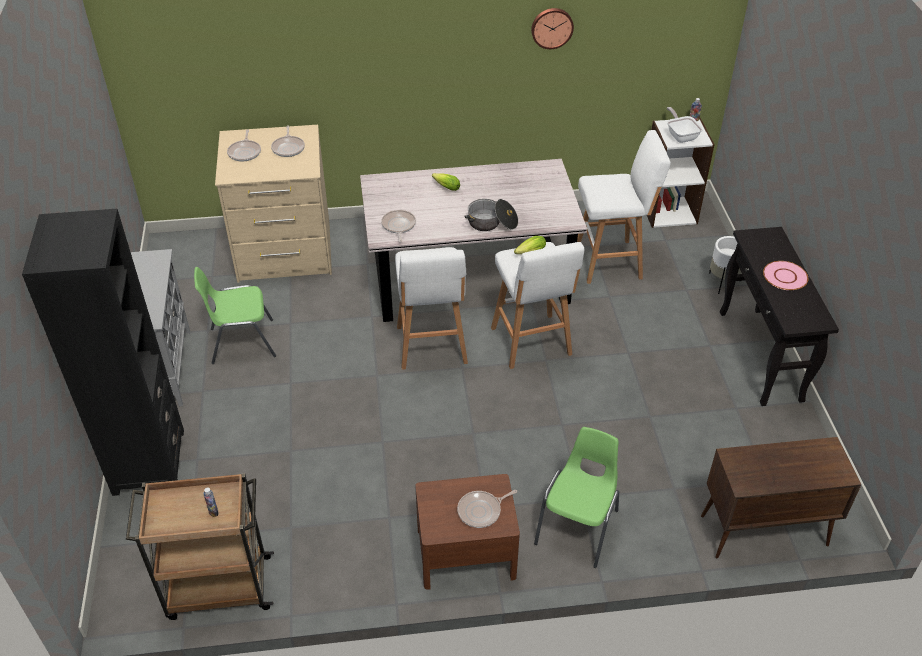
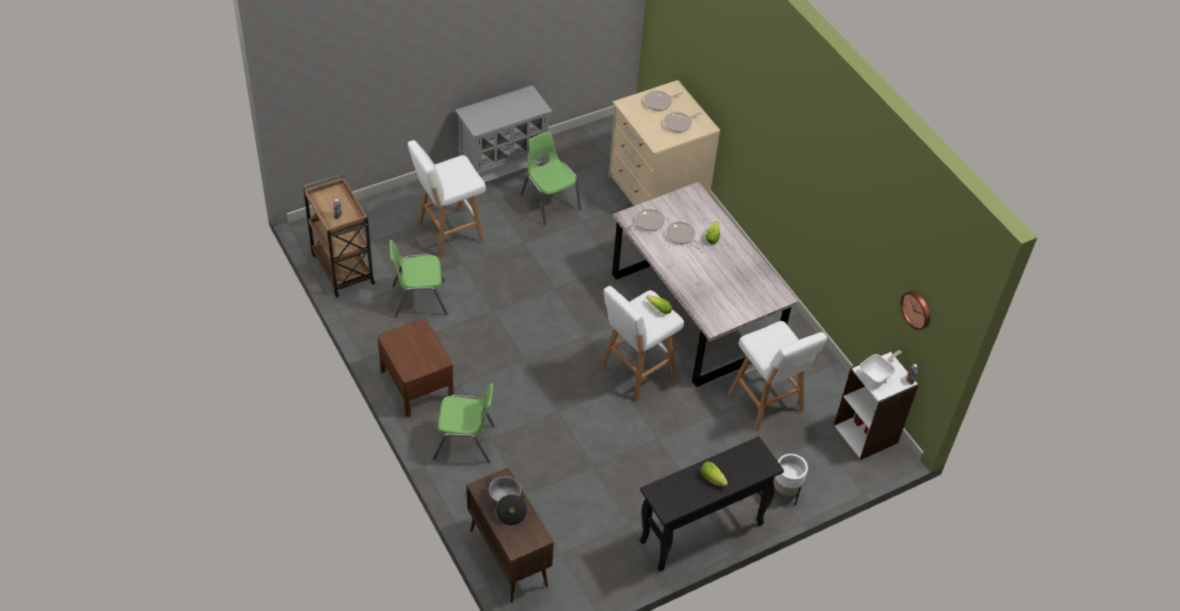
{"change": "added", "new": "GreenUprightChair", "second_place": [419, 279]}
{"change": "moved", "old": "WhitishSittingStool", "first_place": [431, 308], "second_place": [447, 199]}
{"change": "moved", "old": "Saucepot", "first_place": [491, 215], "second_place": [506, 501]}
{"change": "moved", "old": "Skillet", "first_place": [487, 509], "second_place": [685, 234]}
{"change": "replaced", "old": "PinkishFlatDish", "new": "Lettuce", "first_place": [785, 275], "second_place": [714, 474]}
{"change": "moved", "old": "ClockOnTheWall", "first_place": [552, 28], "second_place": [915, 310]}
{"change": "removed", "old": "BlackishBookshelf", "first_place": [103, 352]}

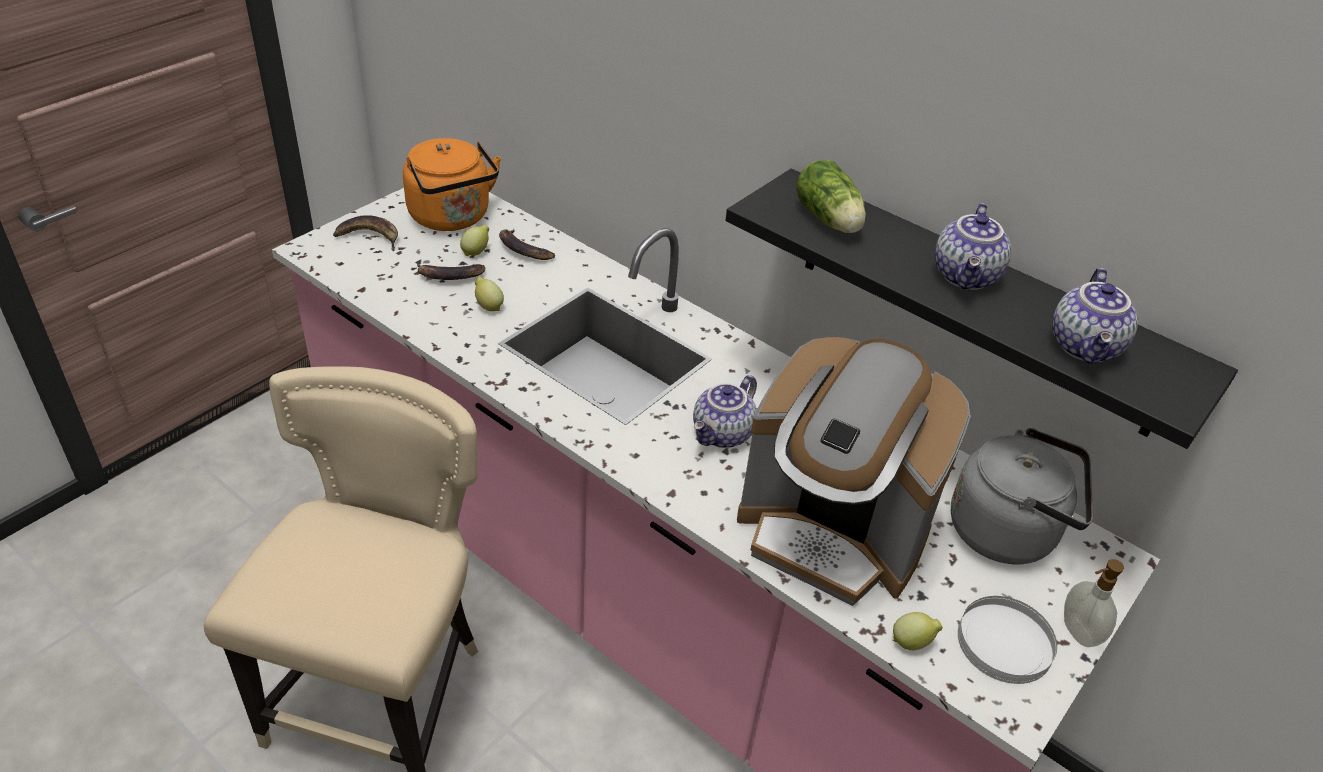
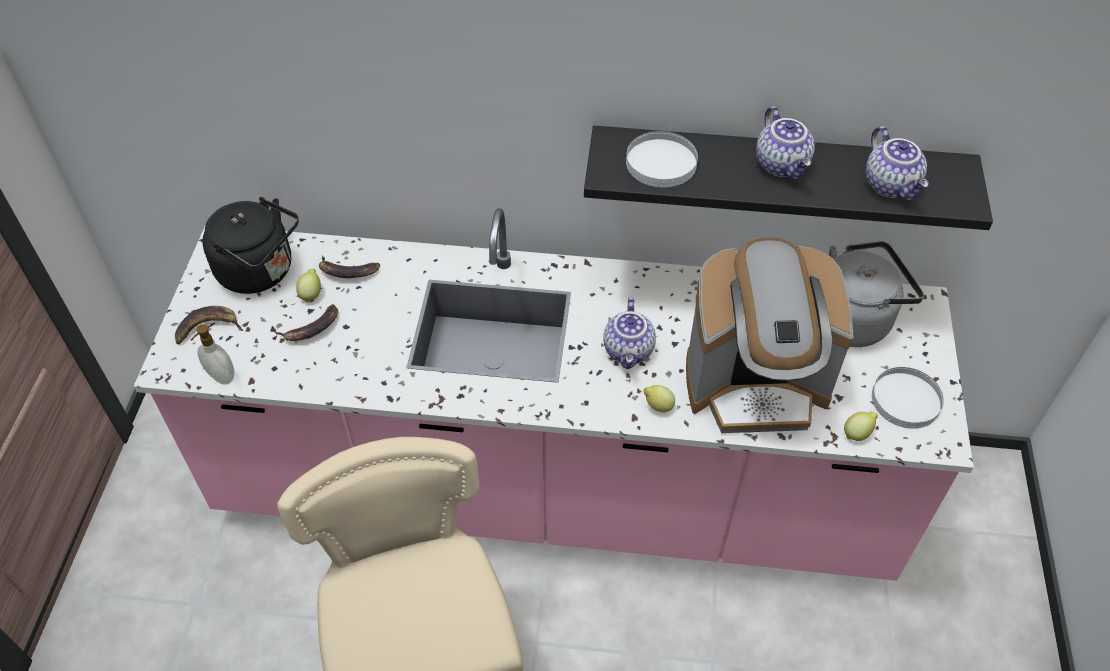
{"change": "moved", "old": "SoapBottle", "first_place": [1094, 603], "second_place": [212, 354]}
{"change": "recoloured", "old": "OrangeyTeaKettle", "new": "BlackishTeaKettle", "first_place": [452, 184], "second_place": [250, 245]}
{"change": "replaced", "old": "Lettuce", "new": "WhitishFlatDish", "first_place": [831, 196], "second_place": [662, 159]}
{"change": "moved", "old": "CitrusFruit", "first_place": [489, 294], "second_place": [659, 398]}

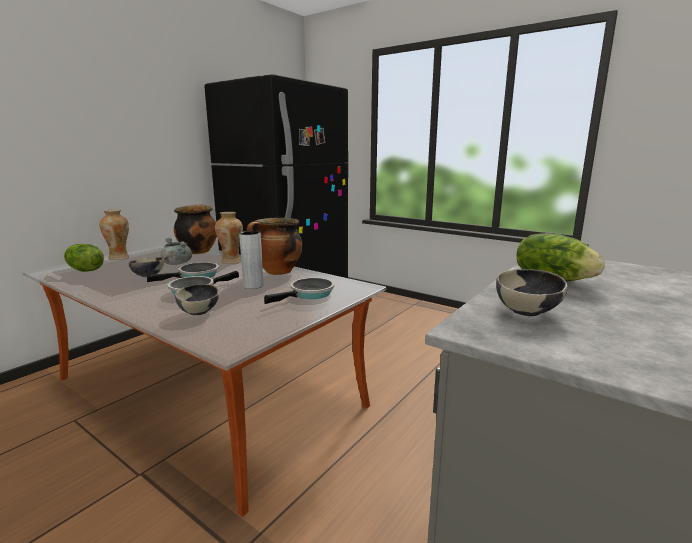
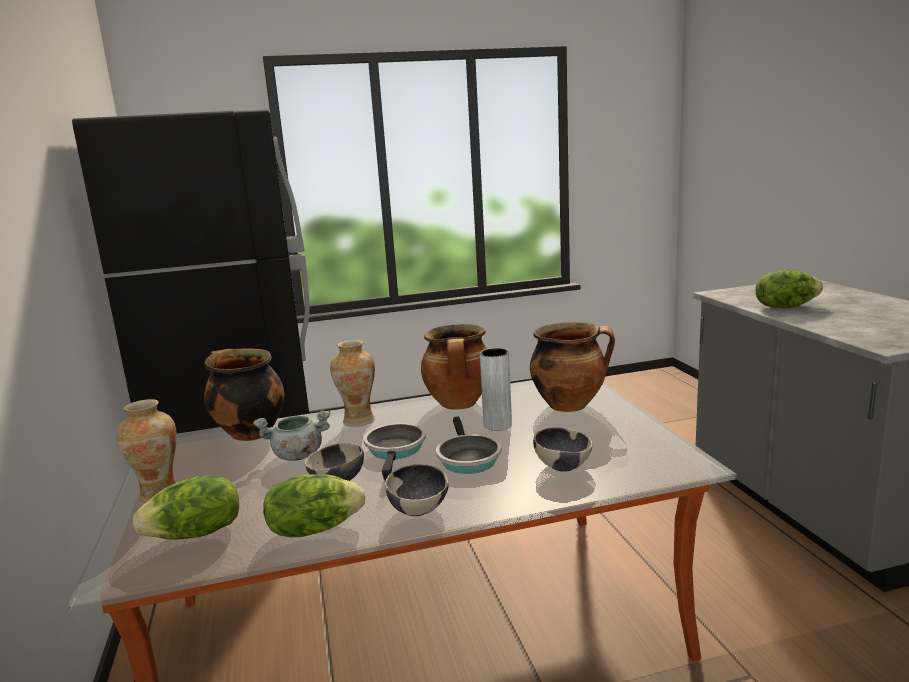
{"change": "added", "new": "Lettuce", "second_place": [314, 505]}
{"change": "moved", "old": "ServingBowl", "first_place": [532, 292], "second_place": [417, 490]}
{"change": "replaced", "old": "Skillet", "new": "Saucepot", "first_place": [299, 290], "second_place": [572, 367]}

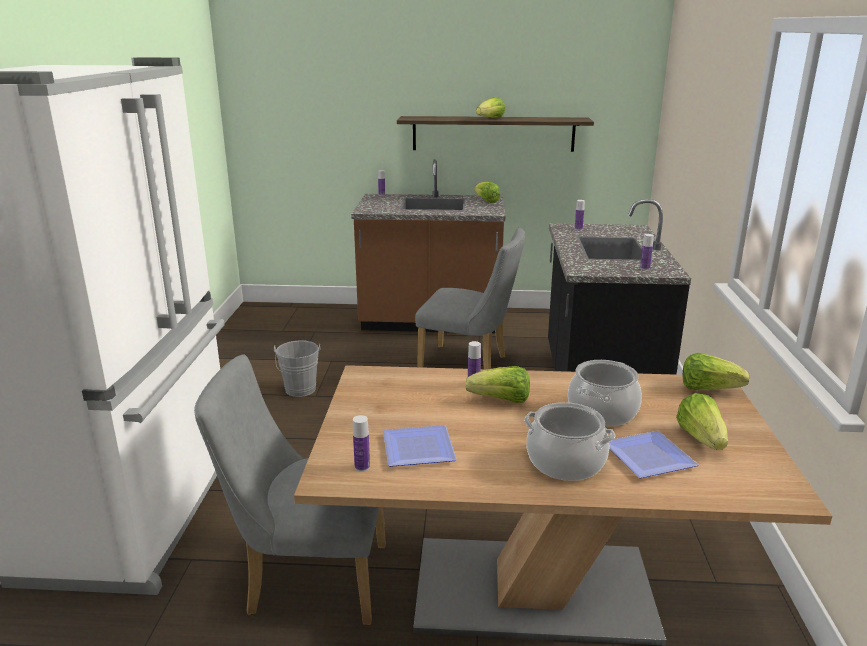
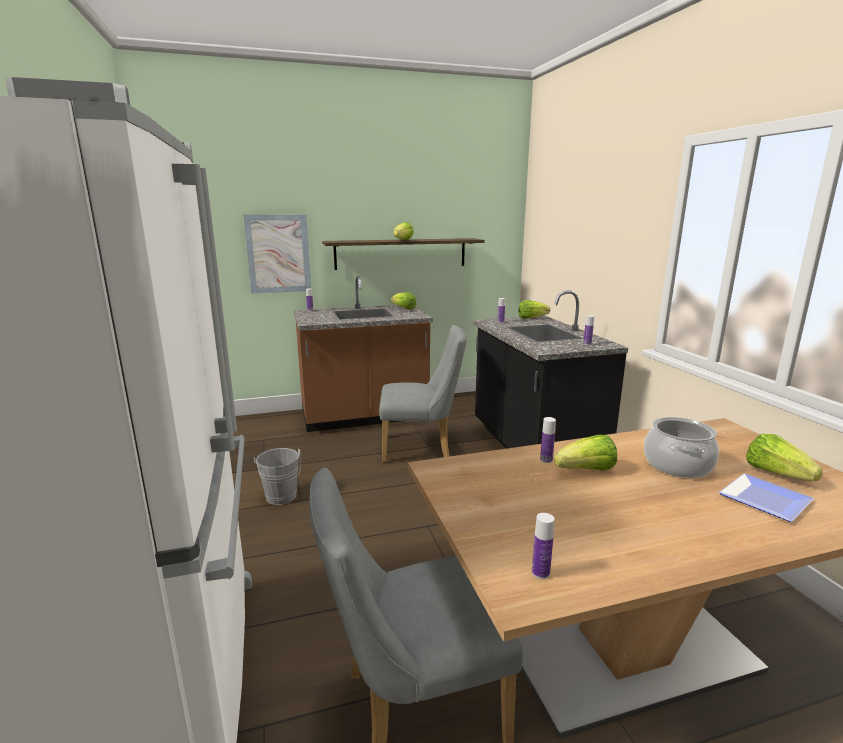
{"change": "added", "new": "Picture", "second_place": [277, 254]}
{"change": "moved", "old": "Lettuce", "first_place": [716, 371], "second_place": [534, 309]}
{"change": "removed", "old": "FlatDish", "first_place": [420, 446]}
{"change": "removed", "old": "Saucepot", "first_place": [569, 441]}

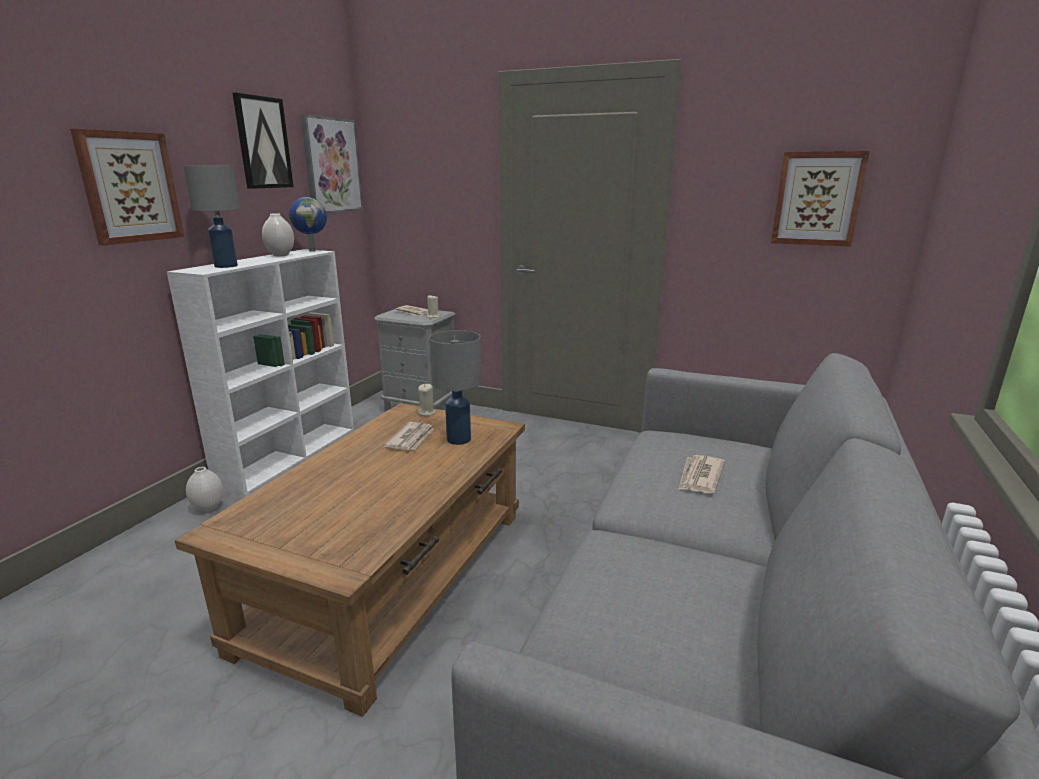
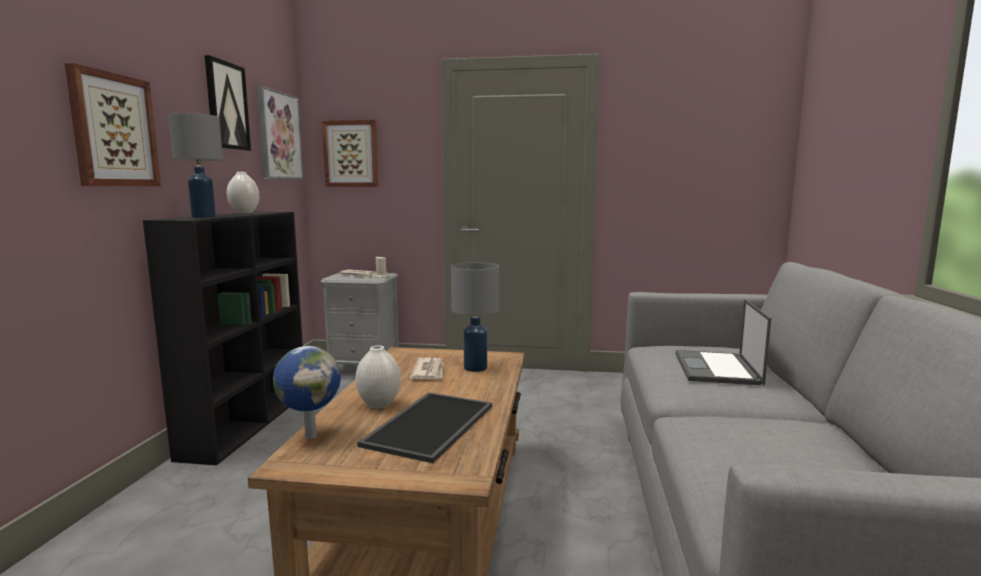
{"change": "recoloured", "old": "WhitishBookshelf", "new": "BlackishBookshelf", "first_place": [260, 372], "second_place": [223, 338]}
{"change": "moved", "old": "WorldGlobe", "first_place": [308, 224], "second_place": [307, 392]}
{"change": "moved", "old": "Picture", "first_place": [820, 199], "second_place": [350, 153]}
{"change": "moved", "old": "WhitishDecorativeVase", "first_place": [204, 489], "second_place": [378, 377]}
{"change": "added", "new": "CarryingTray", "second_place": [424, 427]}
{"change": "replaced", "old": "PrintedPaper", "new": "PortableComputer", "first_place": [701, 474], "second_place": [723, 342]}
{"change": "removed", "old": "SandColouredWaxCandle", "first_place": [426, 400]}

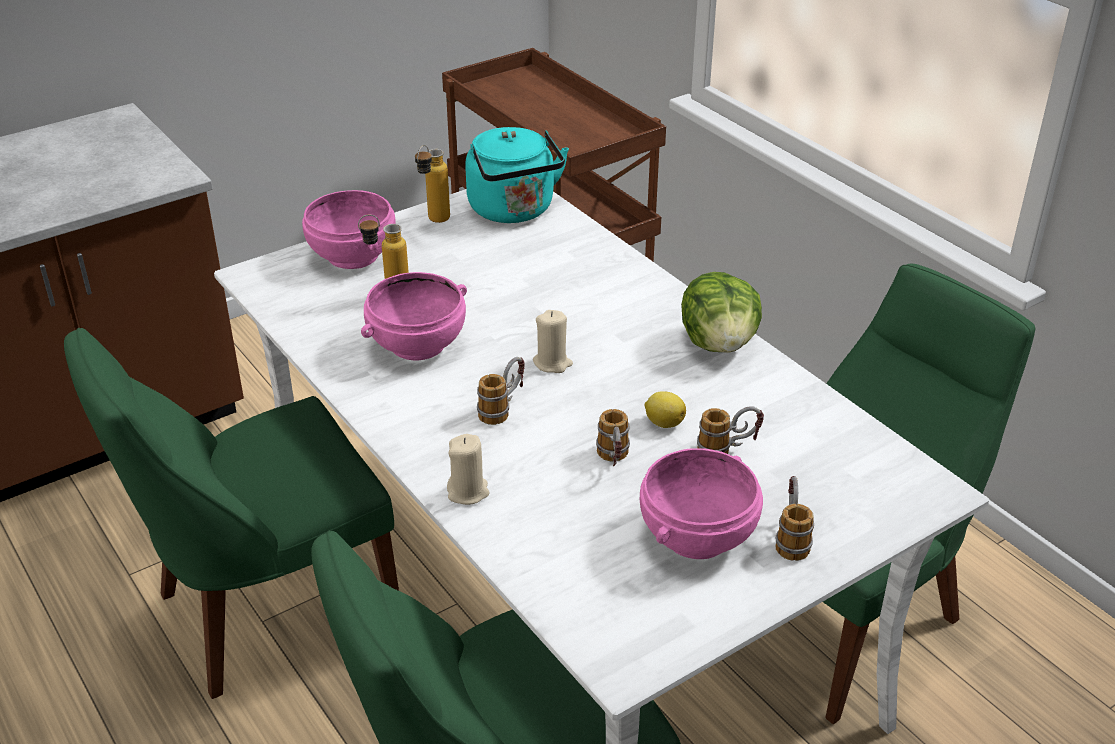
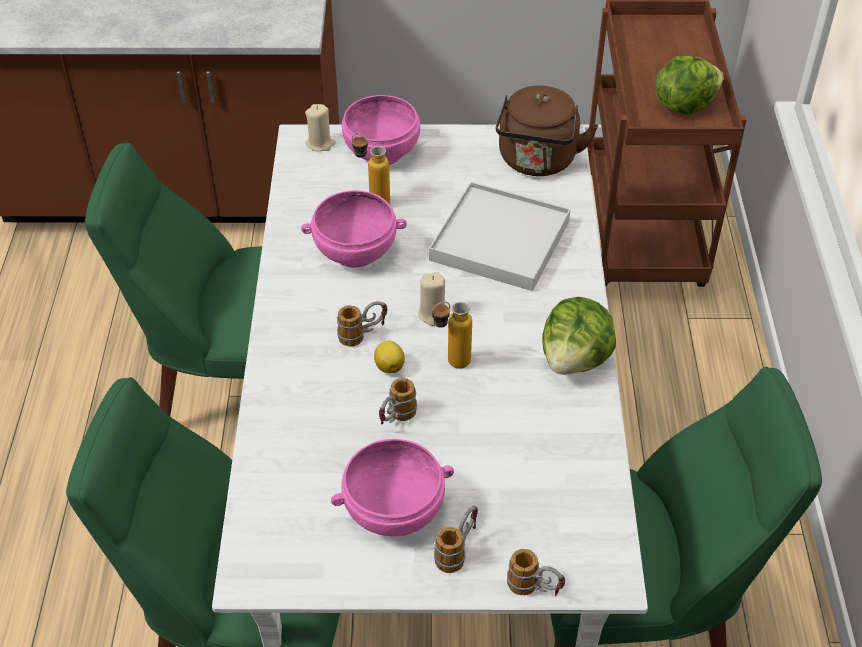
{"change": "moved", "old": "SandColouredWaxCandle", "first_place": [468, 469], "second_place": [320, 127]}
{"change": "moved", "old": "CitrusFruit", "first_place": [665, 409], "second_place": [389, 357]}
{"change": "added", "new": "WhitishCarryingTray", "second_place": [500, 236]}
{"change": "moved", "old": "Bottle", "first_place": [432, 184], "second_place": [451, 335]}
{"change": "recoloured", "old": "TurquoiseColouredTeaKettle", "new": "BrownTeaKettle", "first_place": [517, 175], "second_place": [547, 130]}
{"change": "moved", "old": "Mug", "first_place": [730, 430], "second_place": [536, 572]}
{"change": "added", "new": "Lettuce", "second_place": [689, 85]}

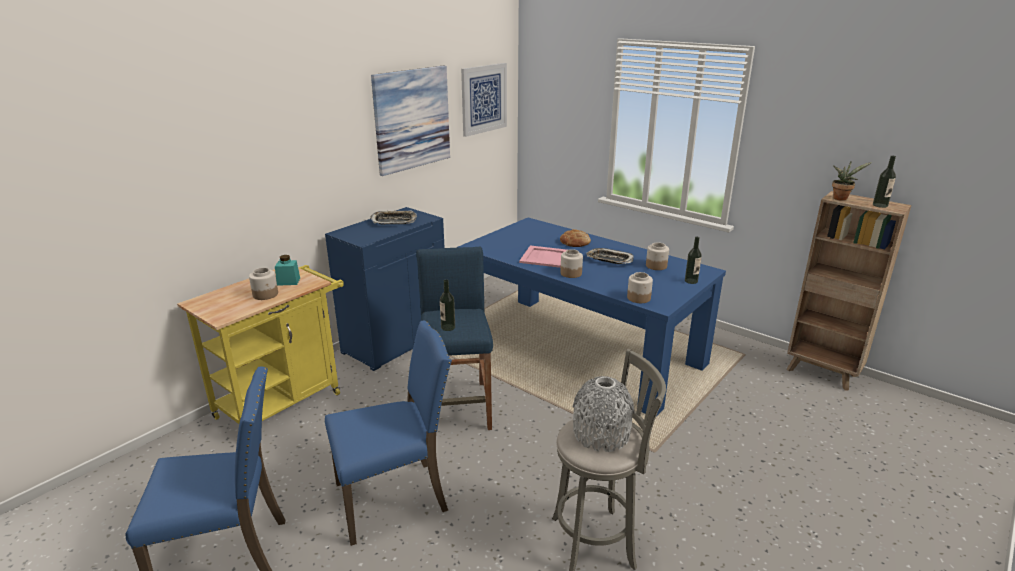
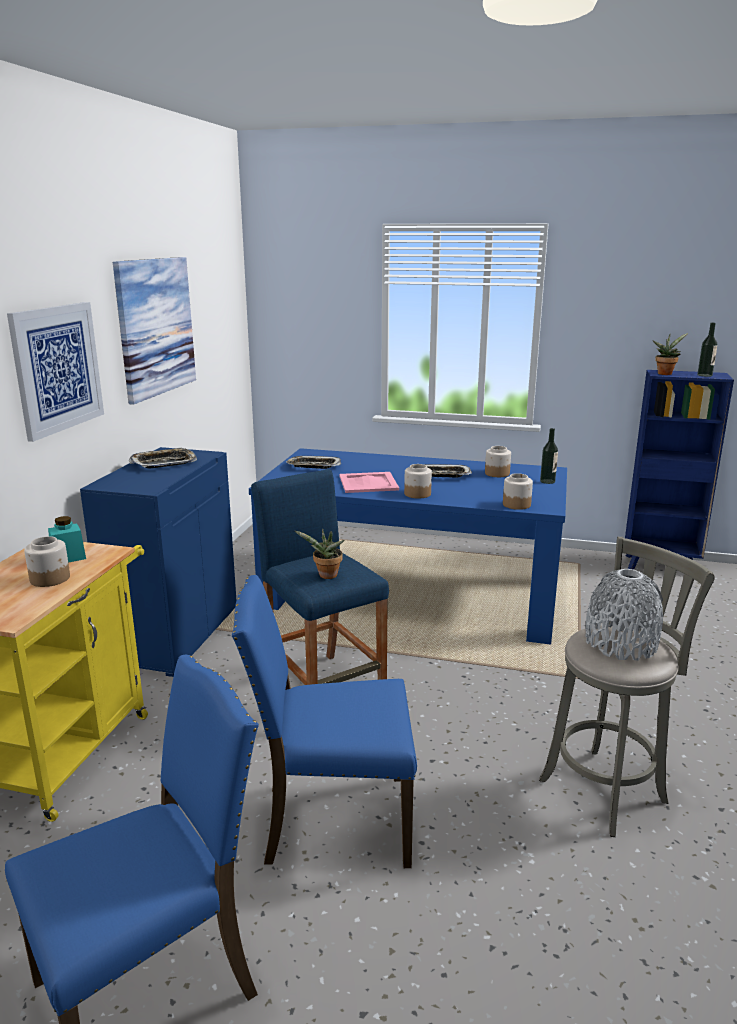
{"change": "moved", "old": "Picture", "first_place": [484, 100], "second_place": [55, 372]}
{"change": "turned", "old": "BlueUprightChair", "first_place": [388, 433], "second_place": [324, 721], "degrees": -135}
{"change": "added", "new": "CarryingTray", "second_place": [313, 462]}
{"change": "replaced", "old": "Bottle", "new": "PlantInAPot", "first_place": [447, 305], "second_place": [320, 554]}
{"change": "recoloured", "old": "BrownBookshelf", "new": "BlueBookshelf", "first_place": [849, 291], "second_place": [679, 469]}
{"change": "removed", "old": "BakedBread", "first_place": [575, 238]}

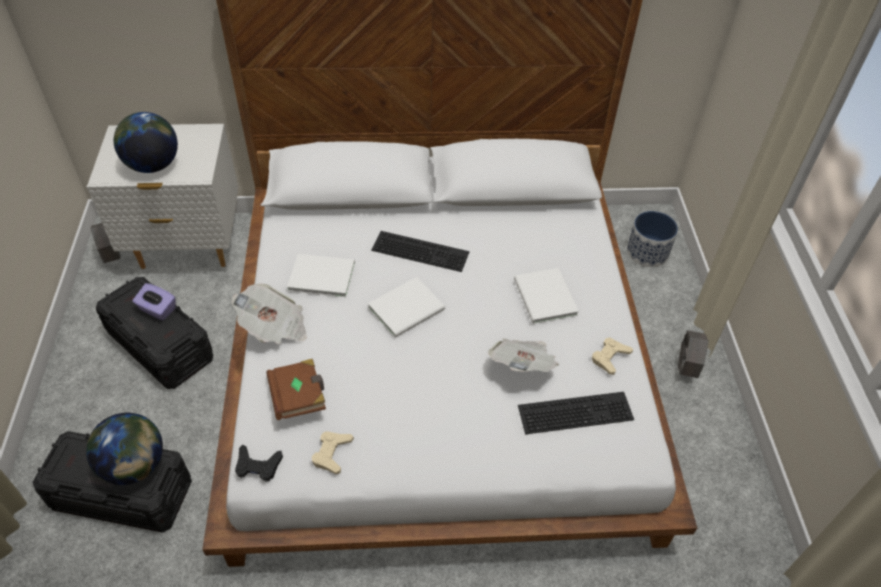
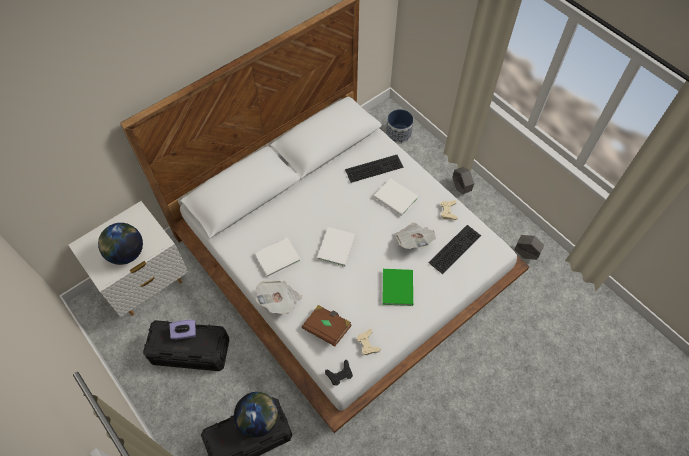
{"change": "moved", "old": "PcKeyboard", "first_place": [420, 251], "second_place": [374, 169]}
{"change": "added", "new": "GreenBoundBook", "second_place": [397, 287]}
{"change": "moved", "old": "GrayFlowerPot", "first_place": [105, 243], "second_place": [529, 247]}

